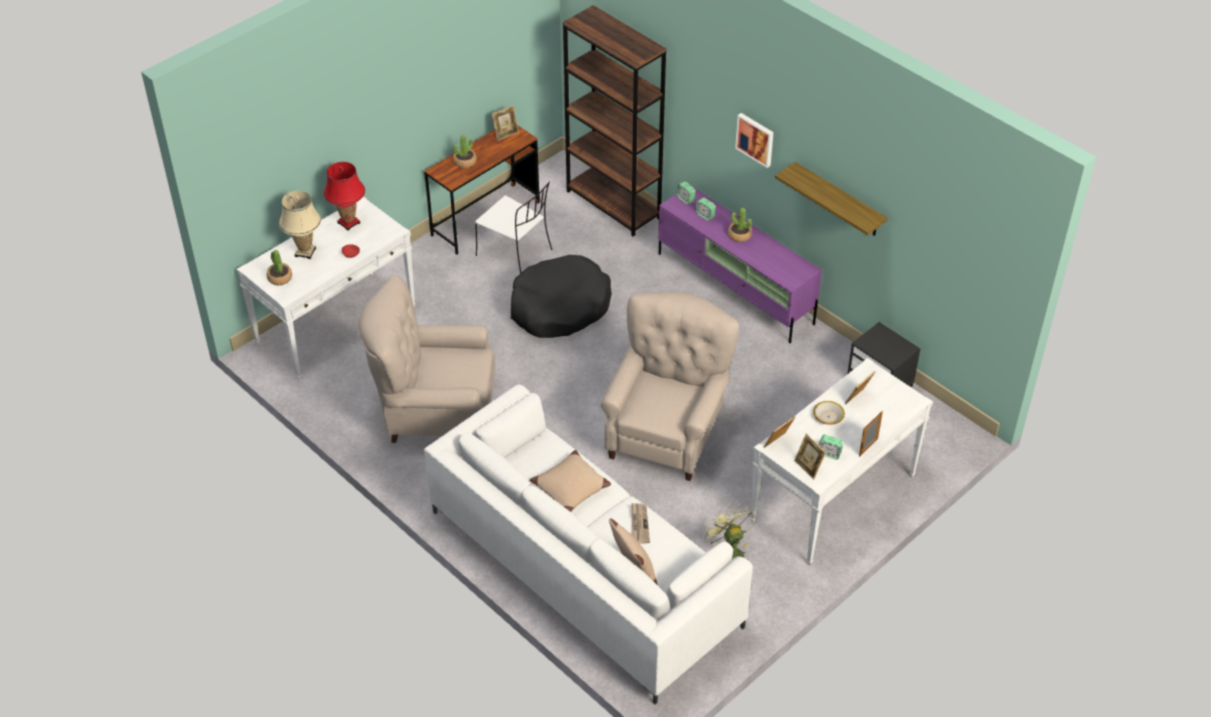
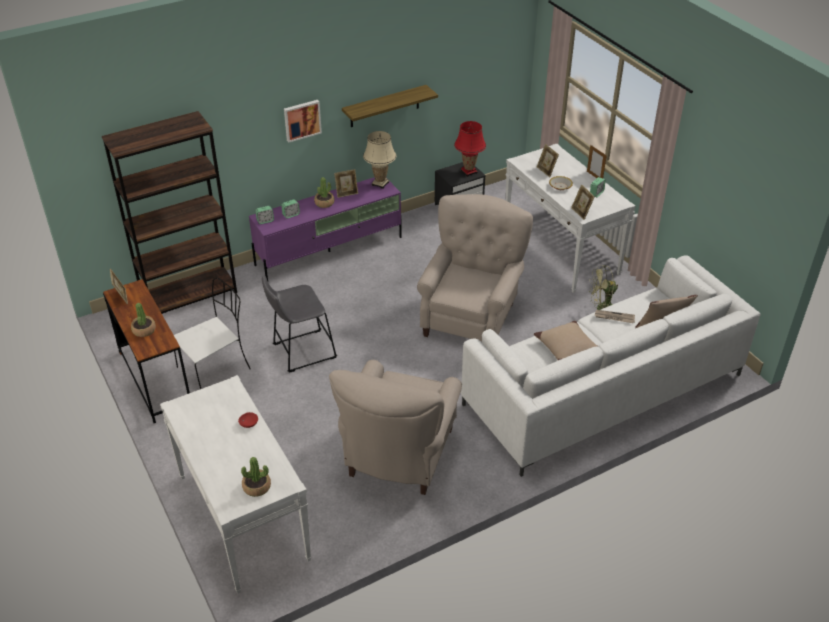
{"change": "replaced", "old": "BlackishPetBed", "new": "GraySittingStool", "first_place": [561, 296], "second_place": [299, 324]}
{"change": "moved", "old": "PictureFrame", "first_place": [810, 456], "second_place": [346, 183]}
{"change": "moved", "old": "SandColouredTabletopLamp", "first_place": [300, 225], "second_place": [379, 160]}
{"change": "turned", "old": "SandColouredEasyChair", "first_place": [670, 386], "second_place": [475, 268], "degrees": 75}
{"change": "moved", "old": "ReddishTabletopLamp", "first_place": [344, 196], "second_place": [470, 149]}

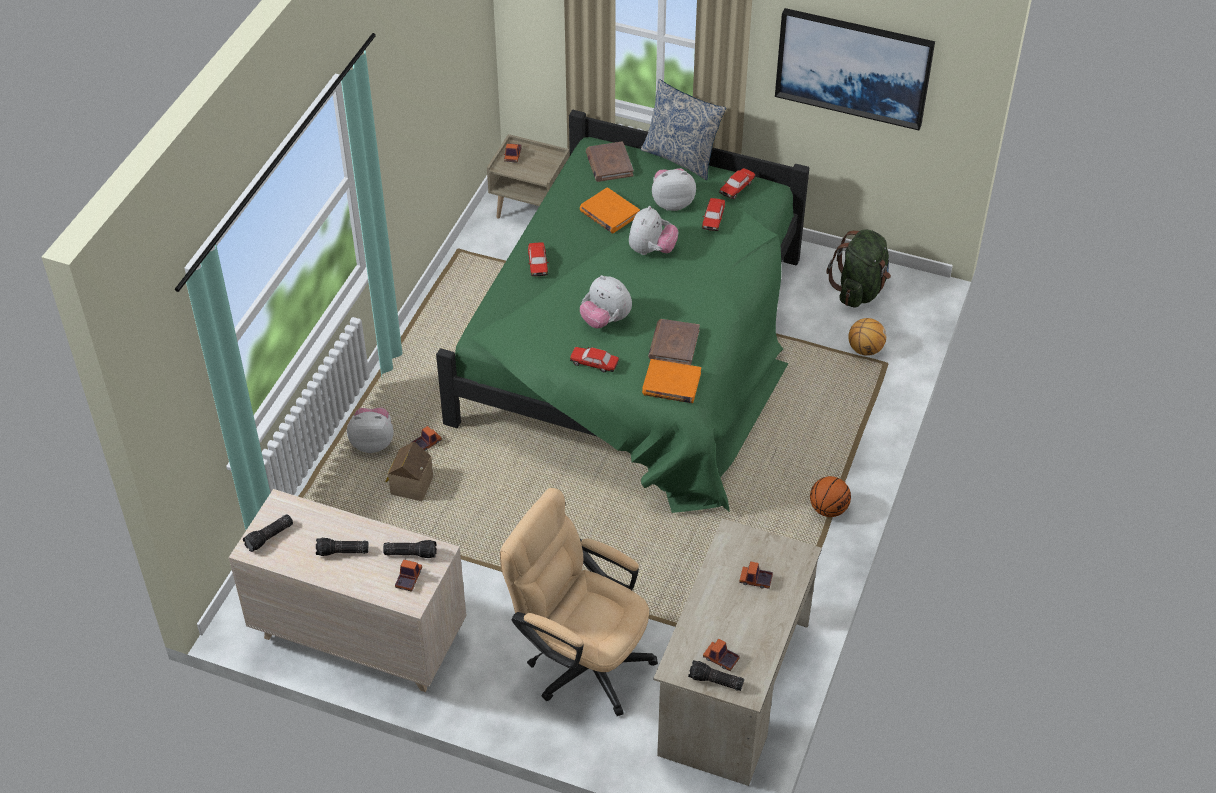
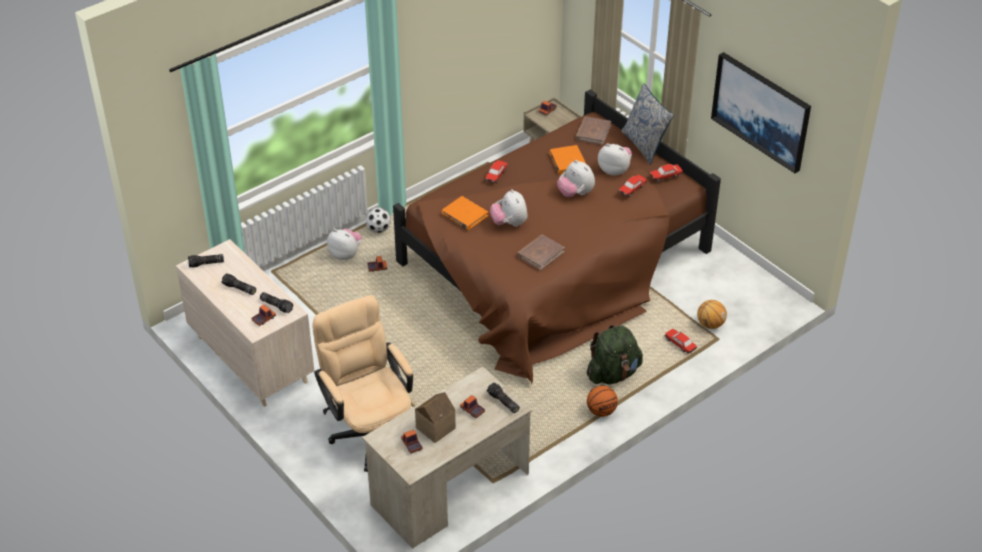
{"change": "added", "new": "FootballBall", "second_place": [378, 220]}
{"change": "recoloured", "old": "GreenBed", "new": "BrownBed", "first_place": [622, 311], "second_place": [557, 236]}
{"change": "moved", "old": "ModelHouse", "first_place": [409, 471], "second_place": [435, 417]}
{"change": "moved", "old": "OrangeyBoundBook", "first_place": [671, 381], "second_place": [465, 213]}
{"change": "moved", "old": "HandTorch", "first_place": [716, 675], "second_place": [503, 397]}
{"change": "turned", "old": "CuddlyToy", "first_place": [653, 230], "second_place": [576, 178], "degrees": 90}
{"change": "moved", "old": "GreenKnapsack", "first_place": [858, 269], "second_place": [615, 354]}
{"change": "moved", "old": "MiniatureCar", "first_place": [594, 359], "second_place": [681, 341]}

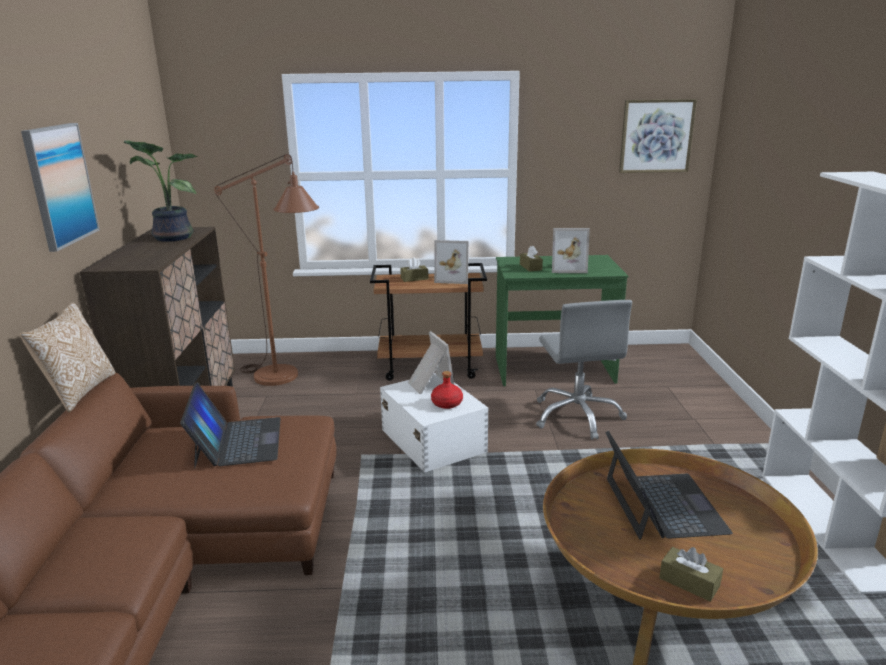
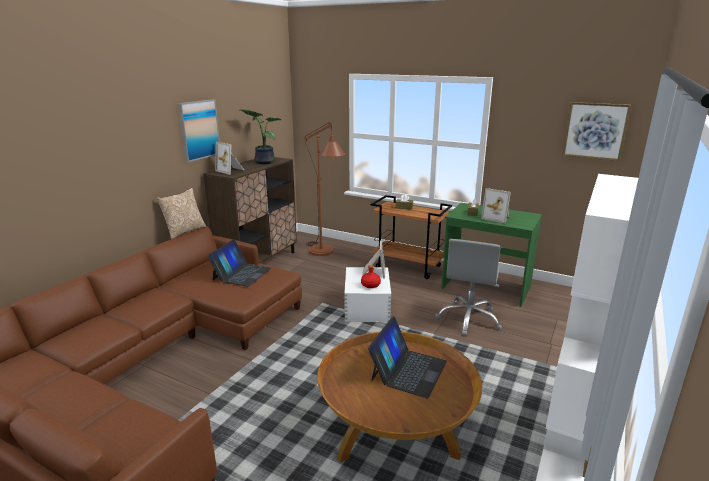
{"change": "moved", "old": "PictureFrame", "first_place": [451, 262], "second_place": [229, 158]}
{"change": "removed", "old": "BrownTissueHolder", "first_place": [691, 574]}

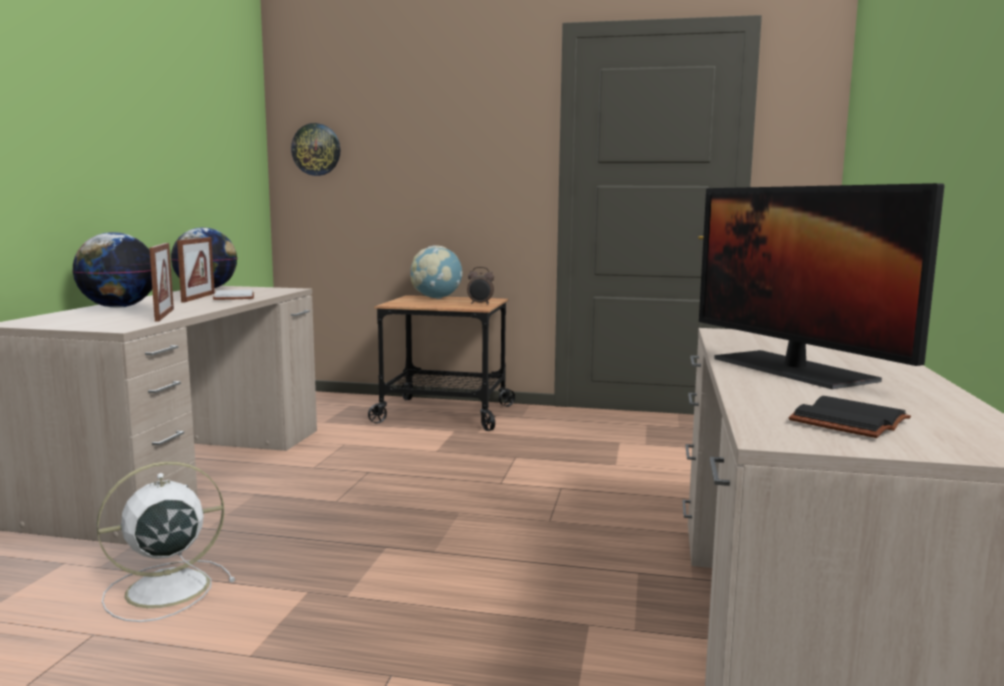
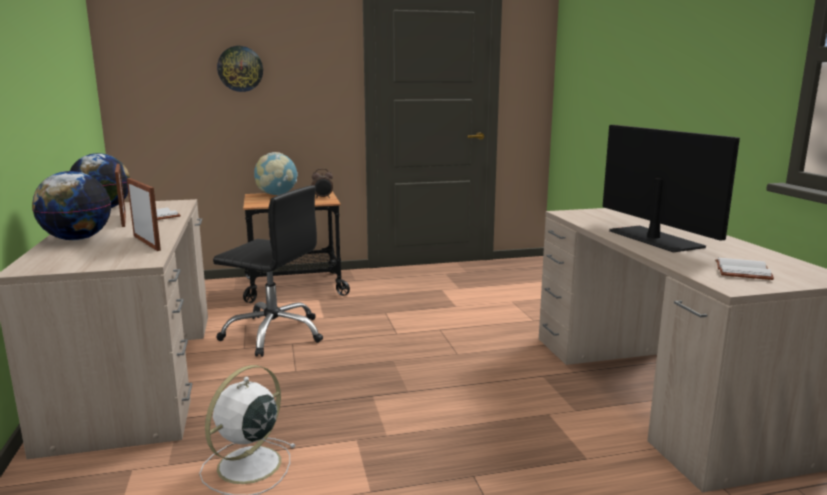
{"change": "added", "new": "BlackishDeskChair", "second_place": [268, 271]}
{"change": "moved", "old": "ClockOnTheWall", "first_place": [315, 149], "second_place": [240, 69]}
{"change": "turned", "old": "ComputerScreen", "first_place": [822, 286], "second_place": [671, 188], "degrees": -150}
{"change": "recoloured", "old": "BlackishBoundBook", "new": "WhitishBoundBook", "first_place": [849, 417], "second_place": [744, 269]}

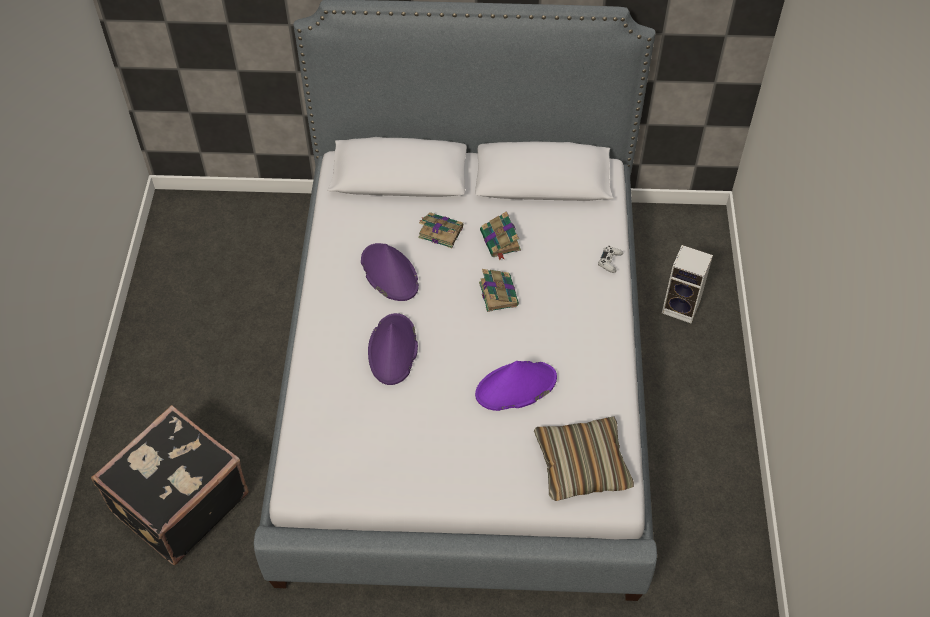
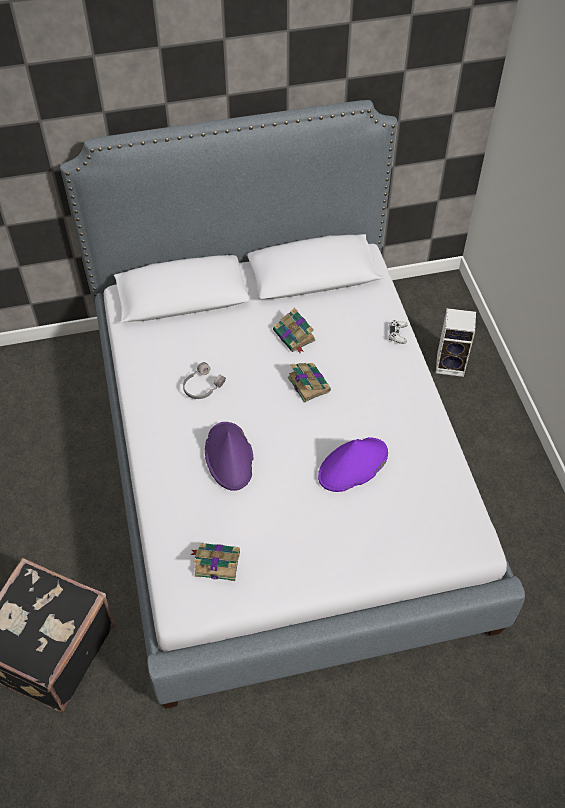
{"change": "replaced", "old": "PurplishWearableHat", "new": "GrayPairOfHeadphones", "first_place": [390, 272], "second_place": [204, 380]}
{"change": "moved", "old": "BoundBook", "first_place": [440, 230], "second_place": [215, 562]}
{"change": "removed", "old": "ThrowPillow", "first_place": [584, 458]}

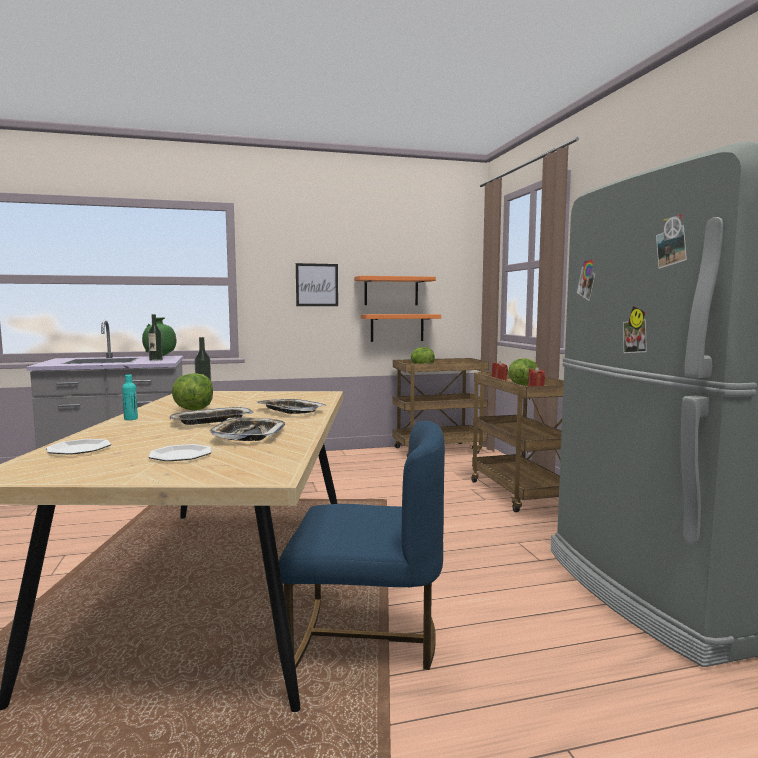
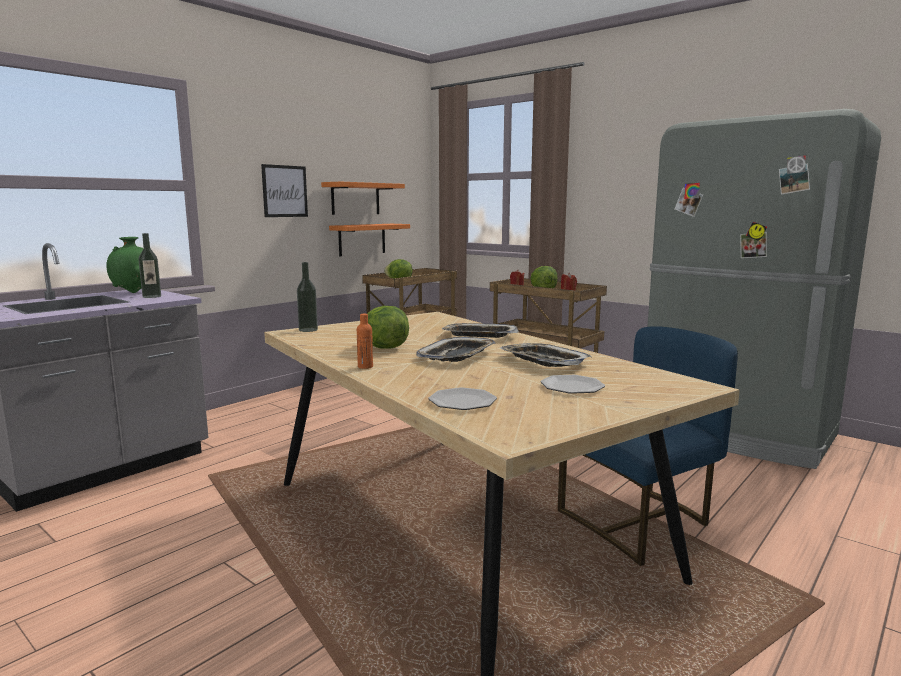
{"change": "recoloured", "old": "TurquoiseColouredBottle", "new": "OrangeyBottle", "first_place": [130, 397], "second_place": [365, 341]}

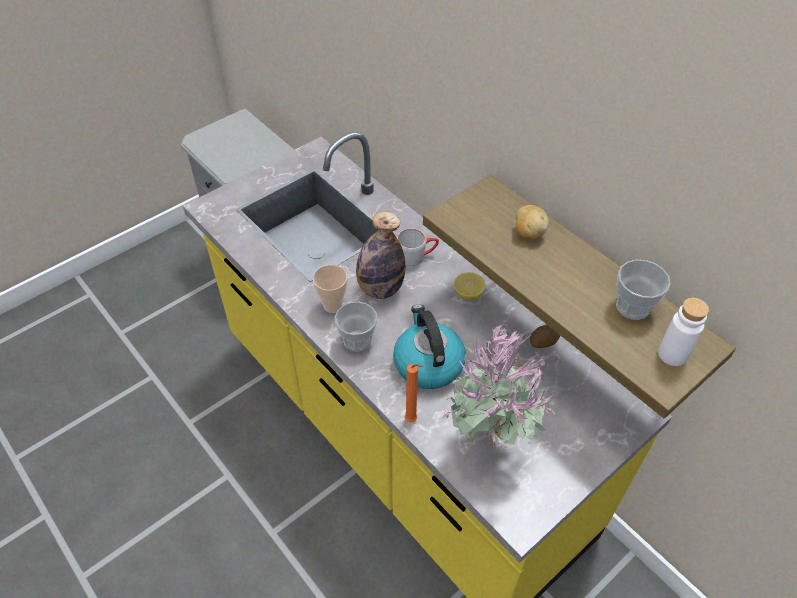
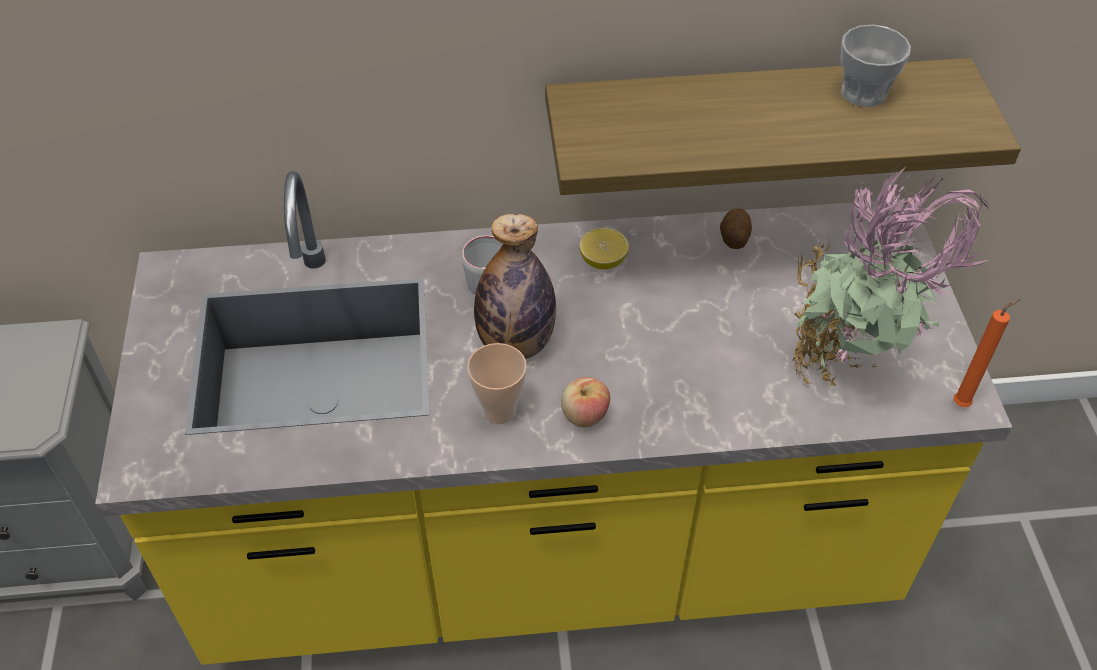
{"change": "replaced", "old": "SmallCup", "new": "WholeApple", "first_place": [356, 326], "second_place": [585, 402]}
{"change": "moved", "old": "OrangeyWaxCandle", "first_place": [414, 393], "second_place": [986, 353]}
{"change": "removed", "old": "TeaKettle", "first_place": [429, 347]}
{"change": "removed", "old": "WholePotato", "first_place": [532, 222]}
{"change": "removed", "old": "WhitishBottle", "first_place": [683, 332]}

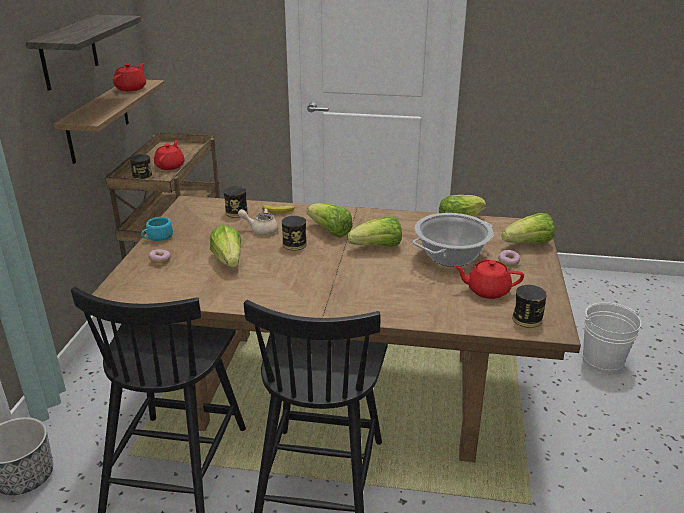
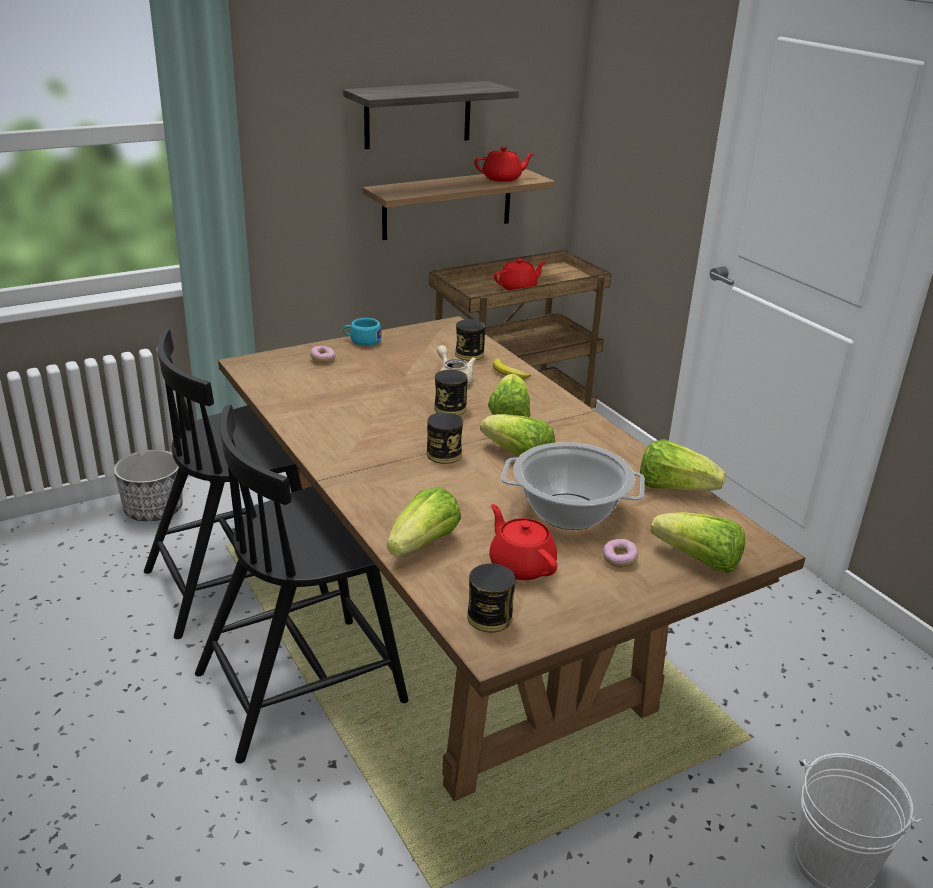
{"change": "moved", "old": "Lettuce", "first_place": [225, 246], "second_place": [424, 522]}
{"change": "moved", "old": "Can", "first_place": [141, 166], "second_place": [445, 438]}

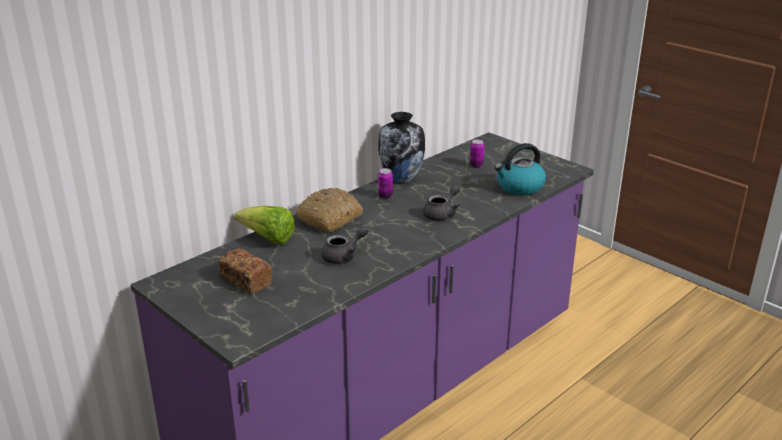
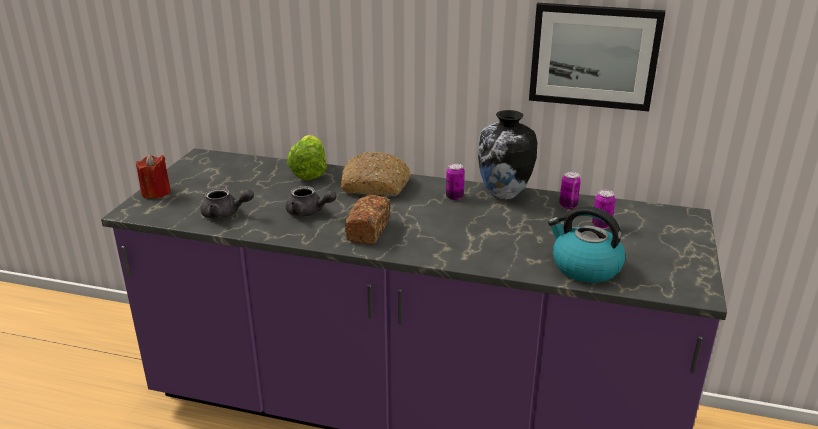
{"change": "added", "new": "ReddishWaxCandle", "second_place": [153, 176]}
{"change": "moved", "old": "GrayTeapot", "first_place": [441, 202], "second_place": [227, 203]}
{"change": "moved", "old": "BakedBread", "first_place": [245, 271], "second_place": [367, 220]}
{"change": "added", "new": "Picture", "second_place": [597, 57]}
{"change": "added", "new": "Can", "second_place": [570, 190]}

